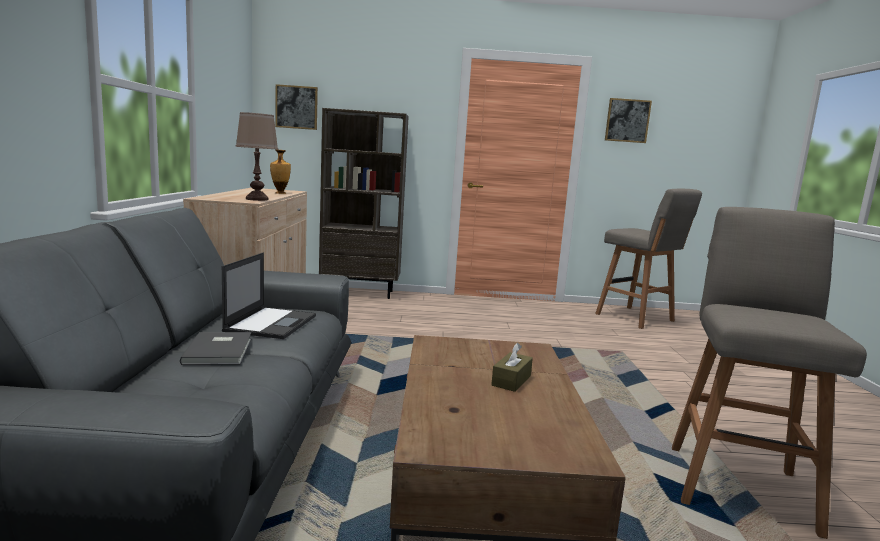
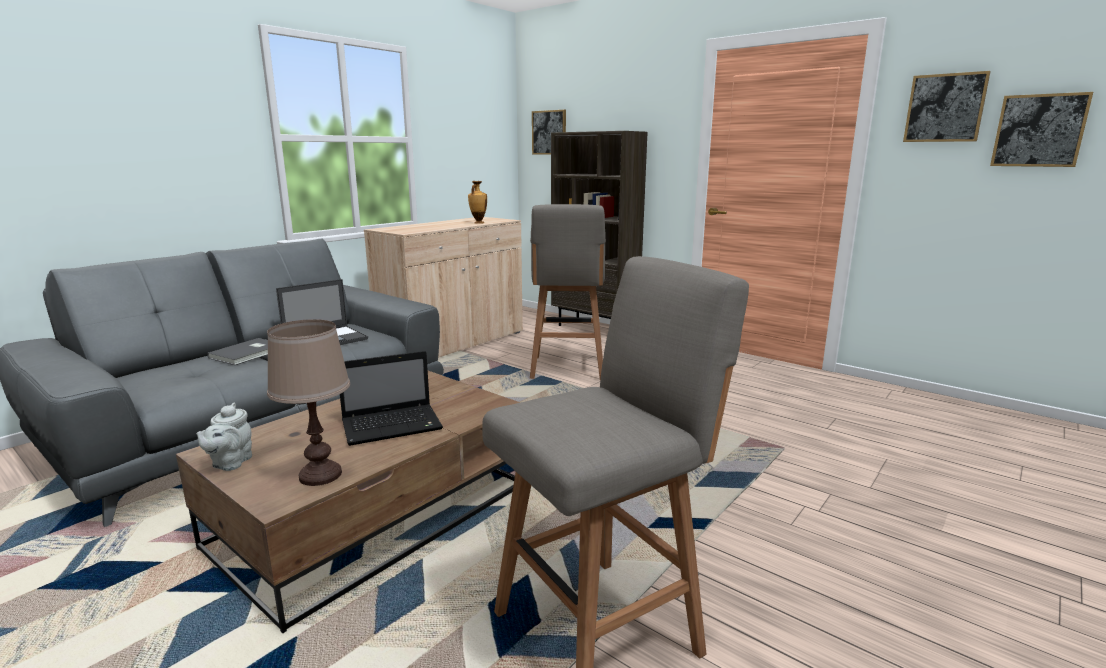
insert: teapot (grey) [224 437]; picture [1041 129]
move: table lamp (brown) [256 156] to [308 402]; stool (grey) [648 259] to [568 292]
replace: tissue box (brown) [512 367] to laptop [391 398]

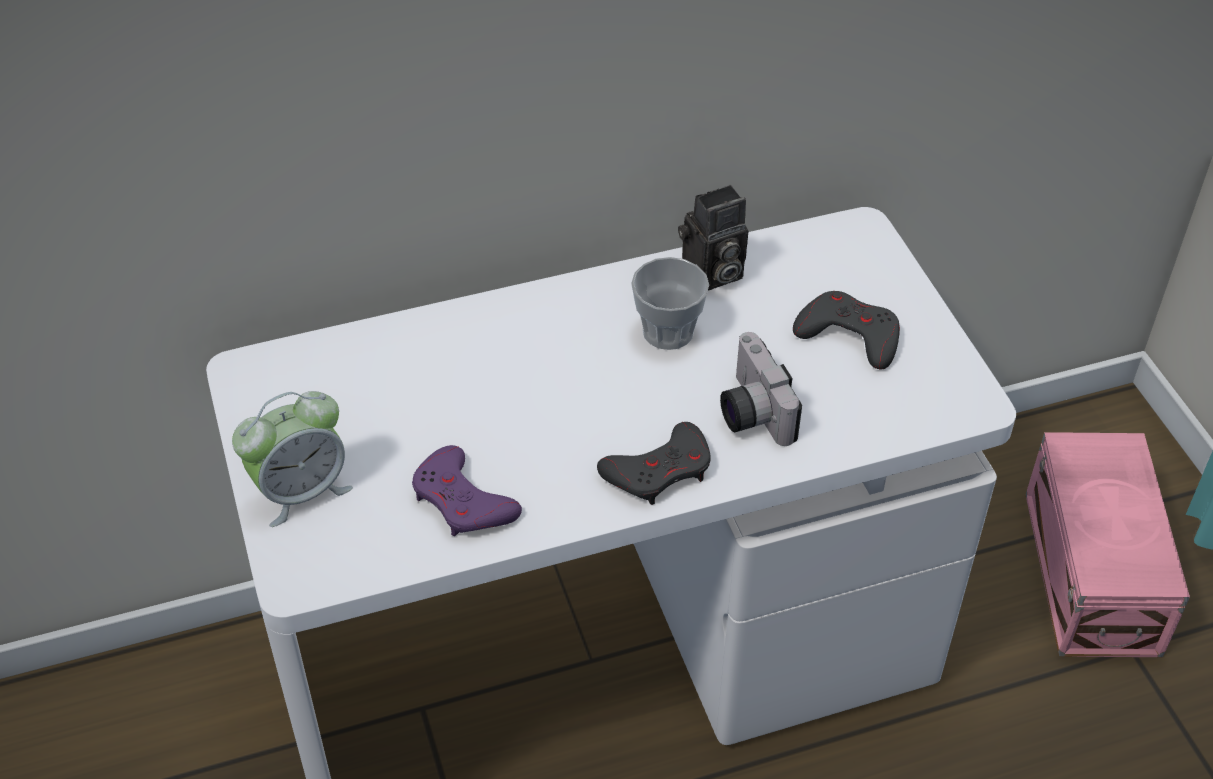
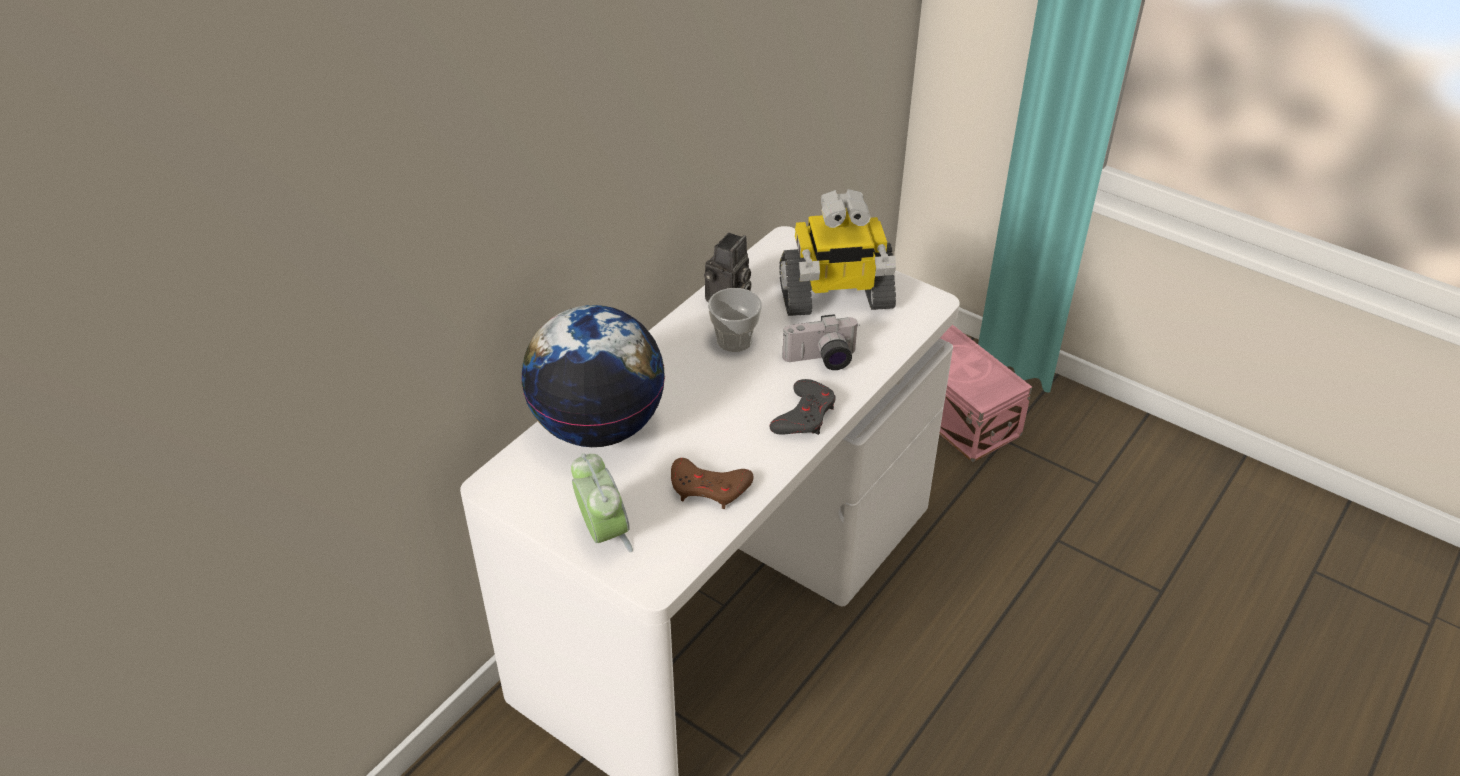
insert: globe [593 376]
replace: game controller (grey) [846 330] to toy robot [837 252]
recolor: game controller (purple) [467 490] to game controller (brown) [712 483]
rotate: alarm clock [292 459] = [602 503] 45 degrees counterclockwise; photo camera [761 389] = [821 342] 45 degrees counterclockwise

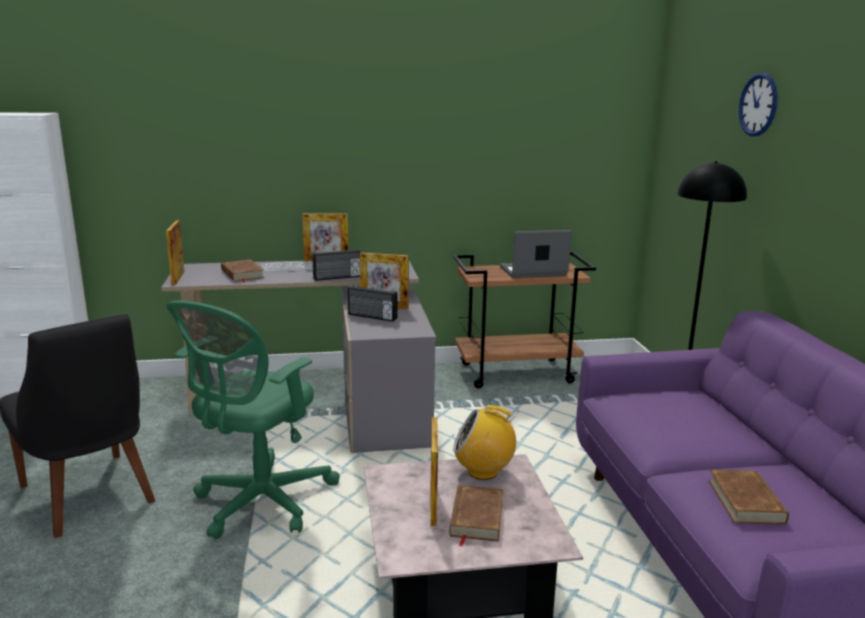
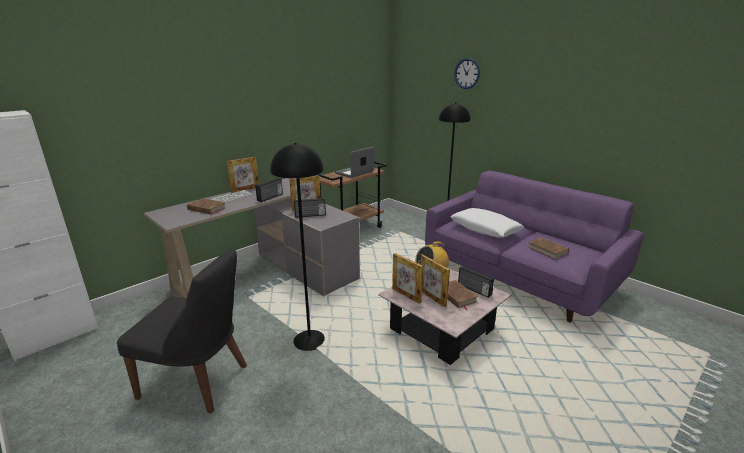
insert: pillow (white) [487 223]; radio [476 281]
move: picture frame [175 253] to [407 278]
replace: office chair (green) [253 420] to floor lamp (black) [297 247]

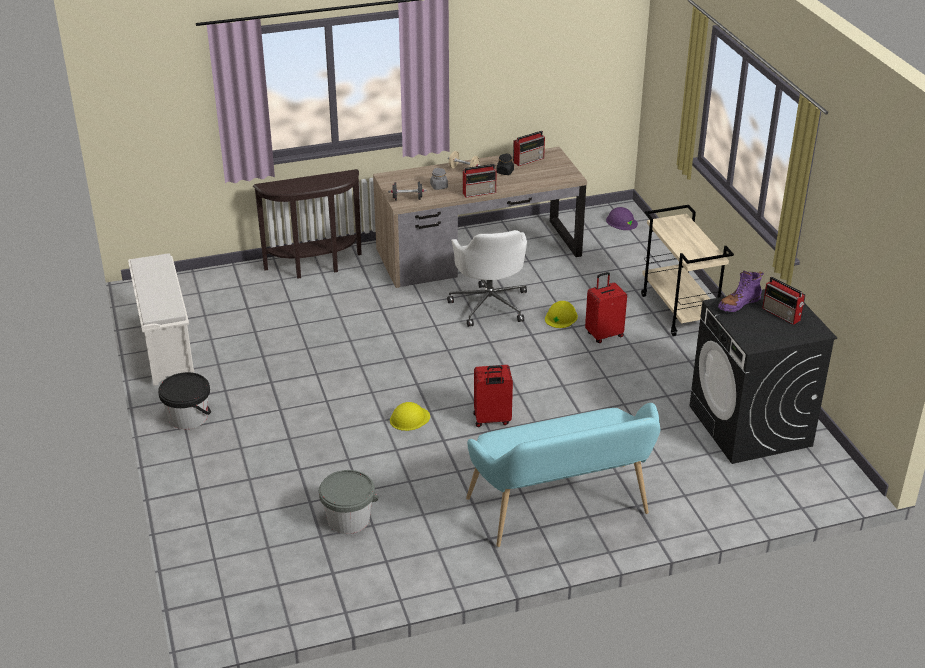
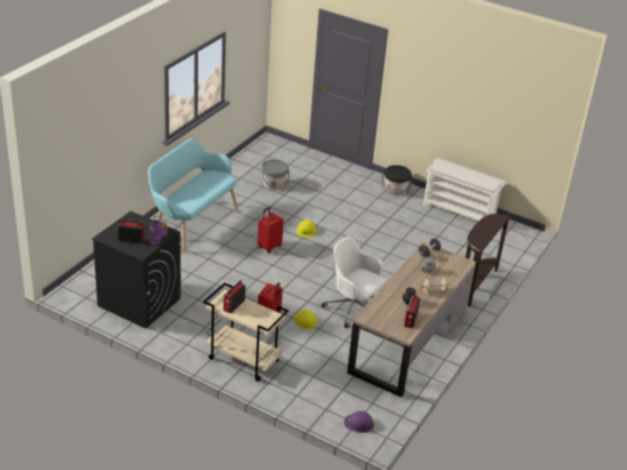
move: radio [480 181] to [234 296]

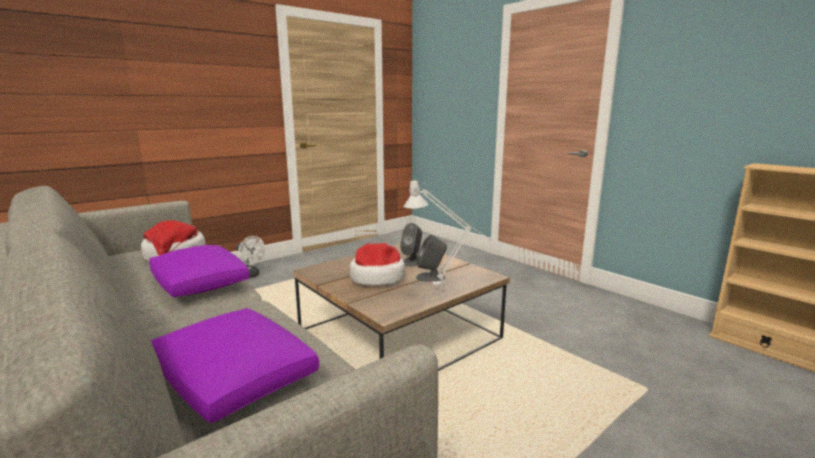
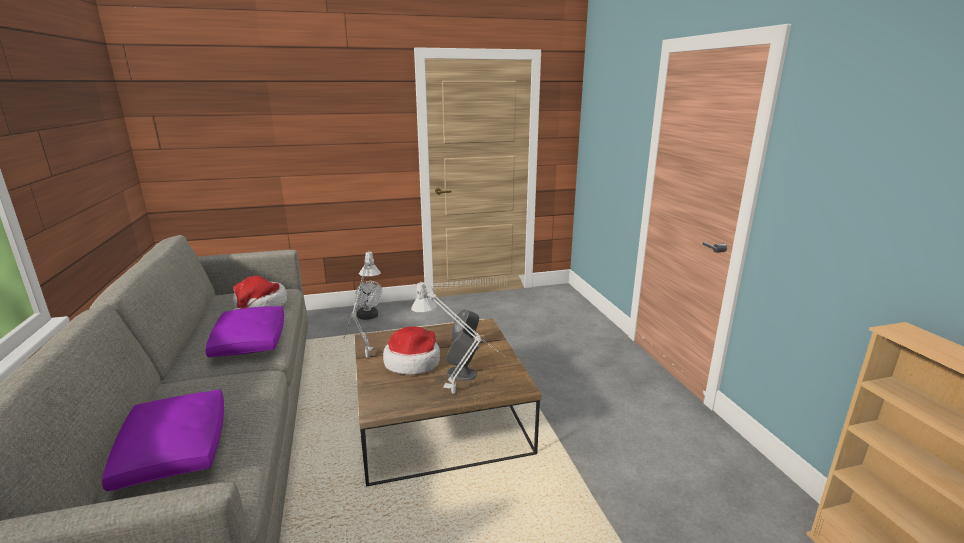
insert: table lamp (grey) [362 305]

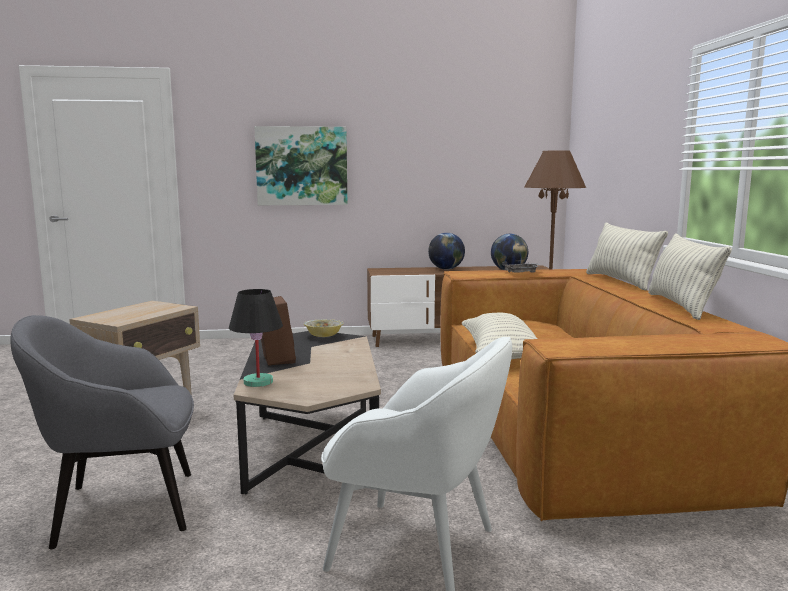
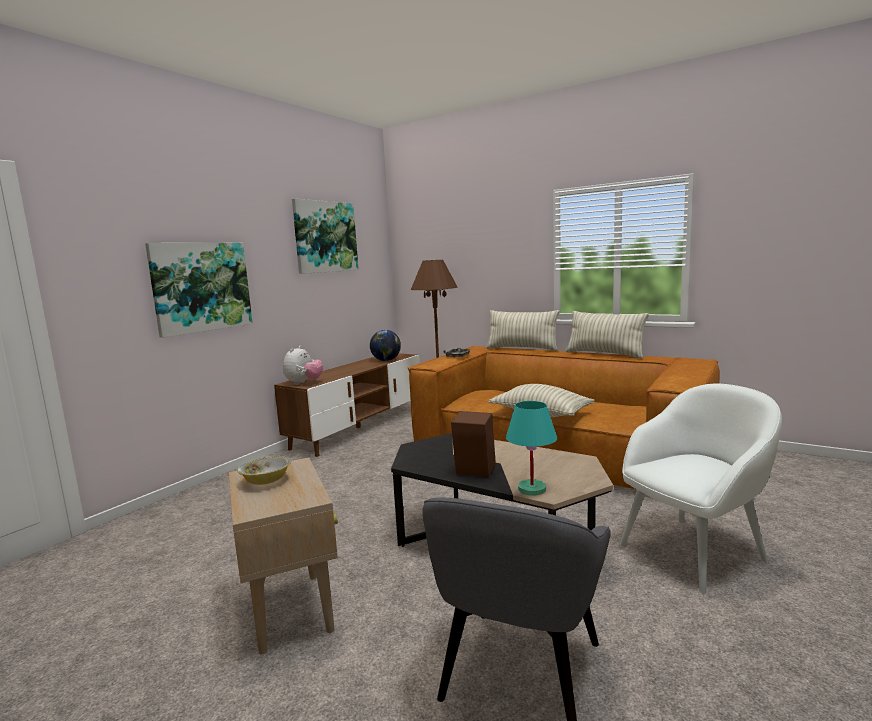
delete: globe [446 251]
insert: plush toy [303 365]; picture [325 236]
move: bowl [324 328] to [264 470]
recolor: table lamp (black) [256 338] to table lamp (turquoise) [531 448]

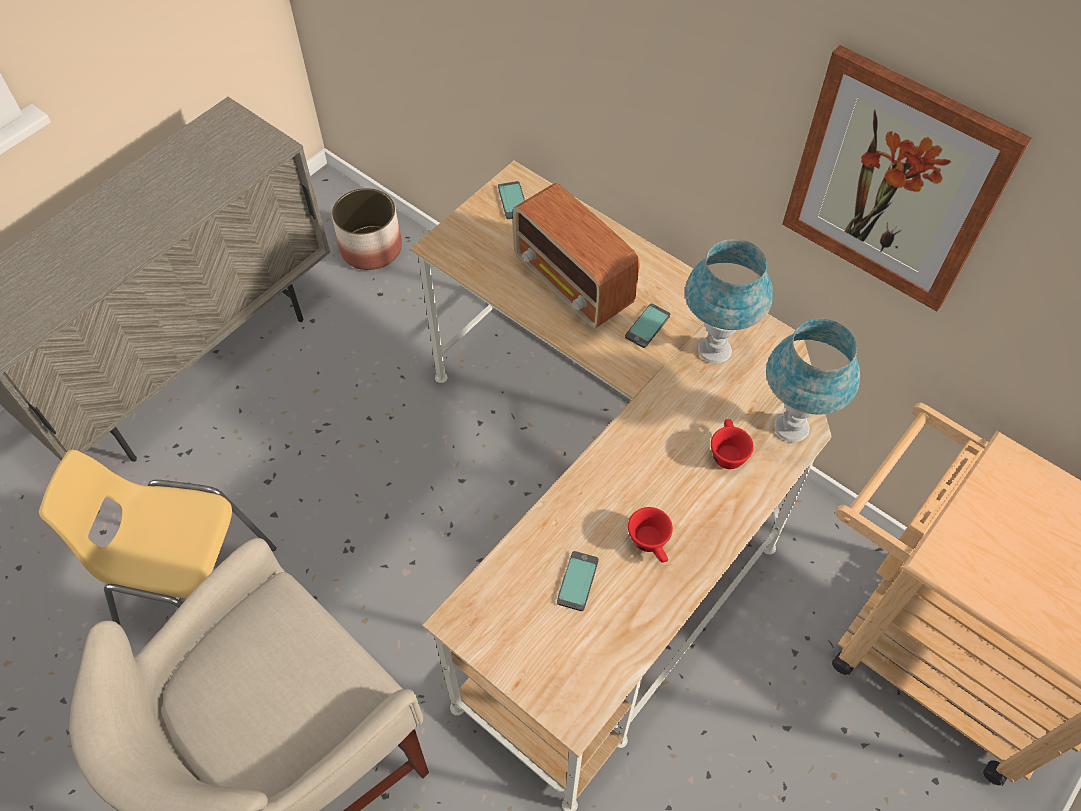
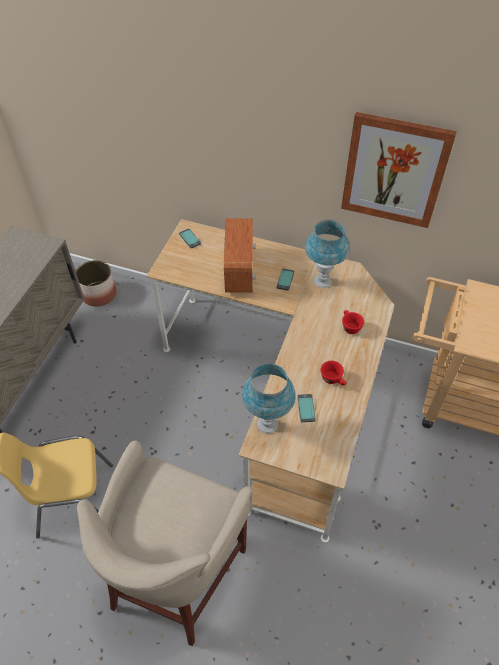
move: table lamp (blue) [813 380] to [269 398]
rotate: radio [576 255] = [240 255] 120 degrees counterclockwise

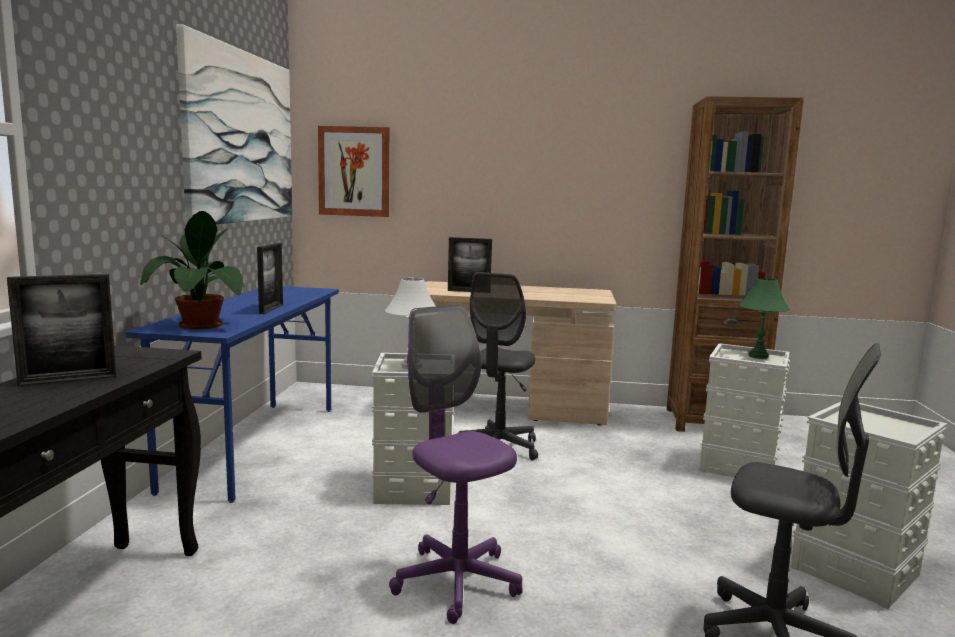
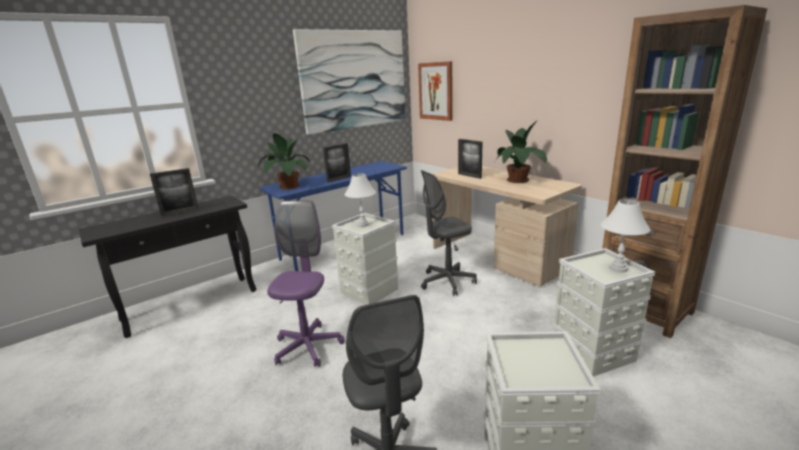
insert: potted plant [521 151]
recolor: table lamp (green) [764 318] to table lamp (white) [625 236]
rotate: picture frame [61 330] = [174 192] 45 degrees counterclockwise

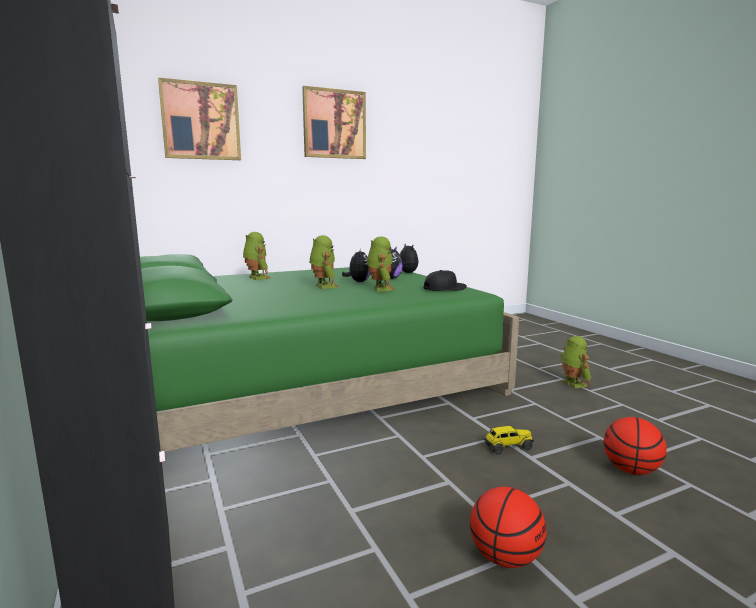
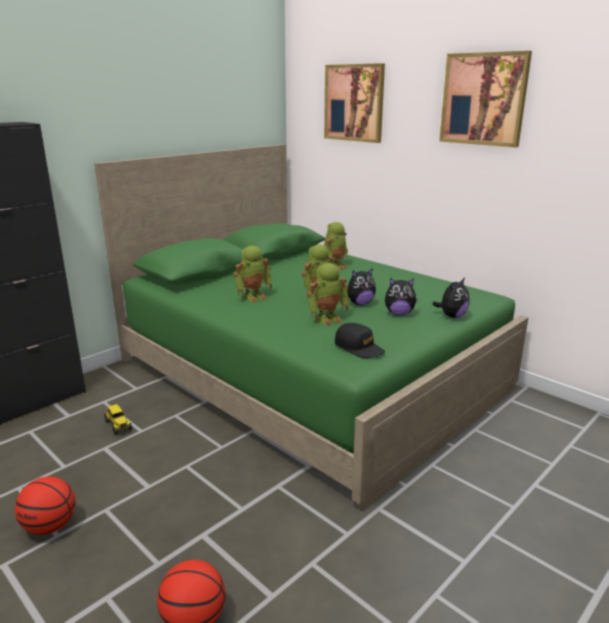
move: toy truck [508 440] to [118 419]; toy robot [576 362] to [252 274]

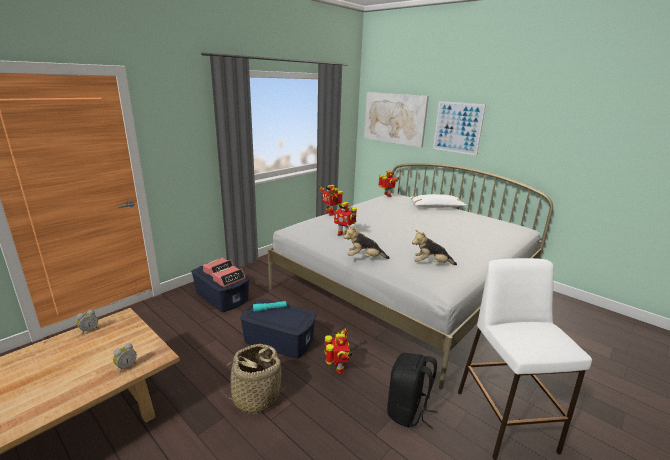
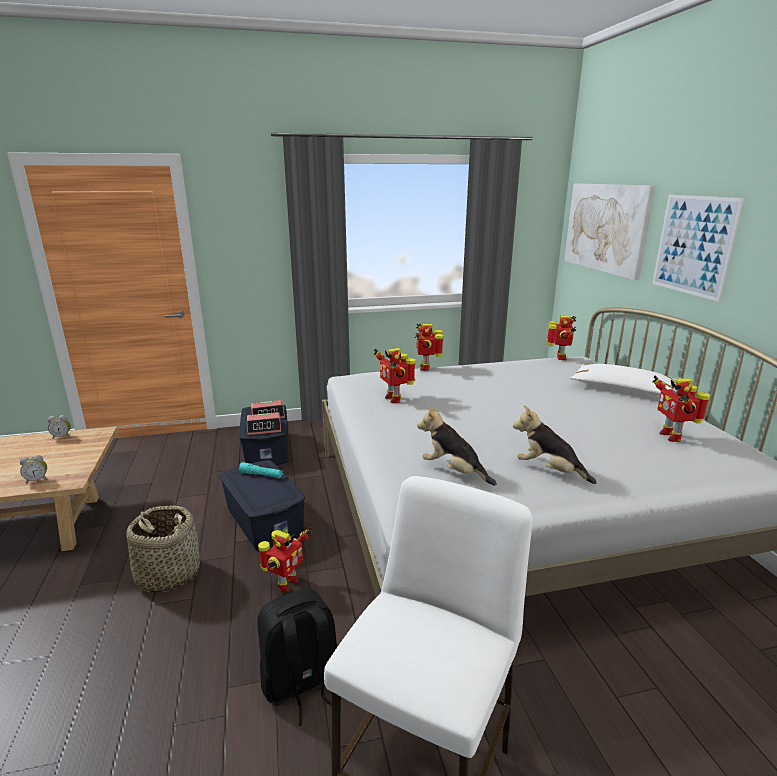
insert: toy robot [681 409]
move: plush toy [367 242] to [555 444]

